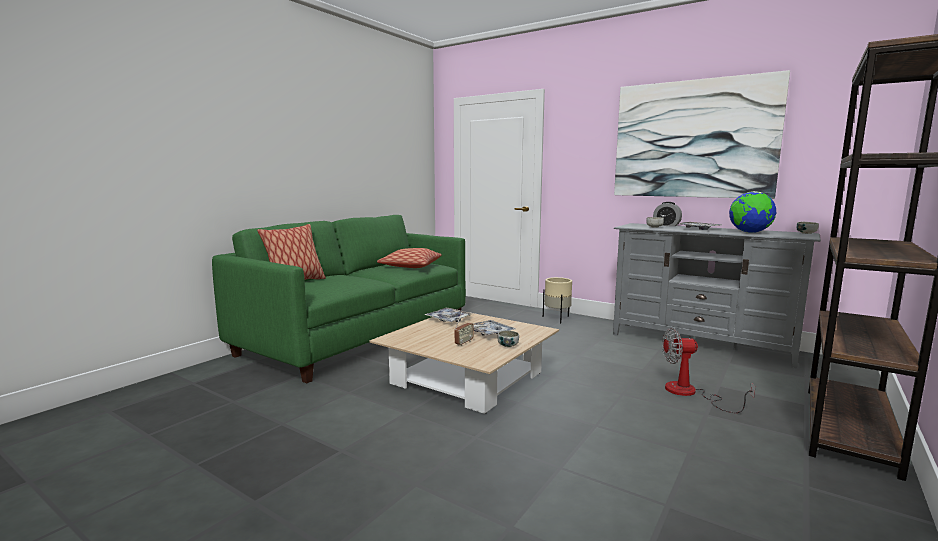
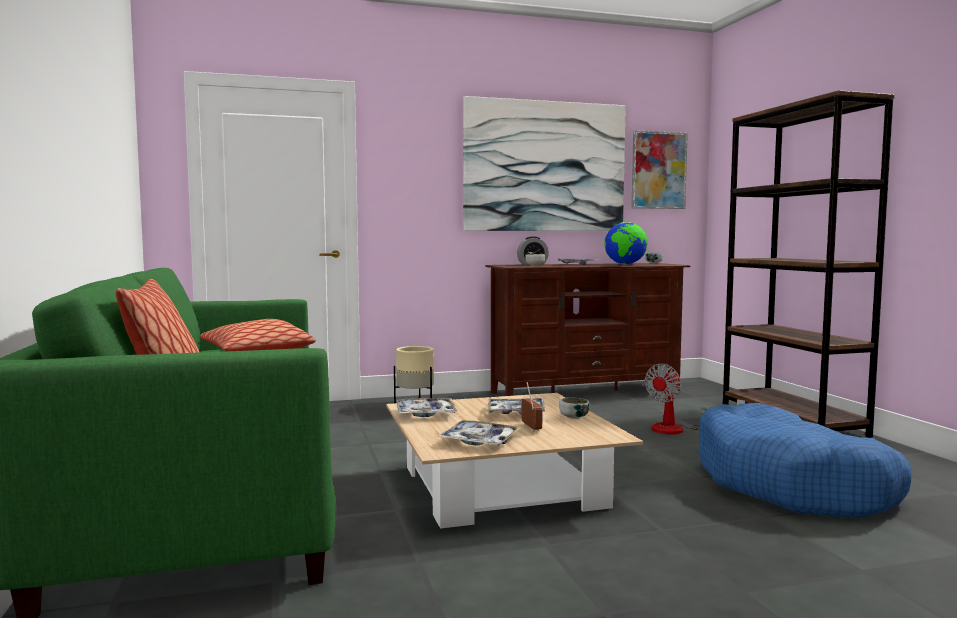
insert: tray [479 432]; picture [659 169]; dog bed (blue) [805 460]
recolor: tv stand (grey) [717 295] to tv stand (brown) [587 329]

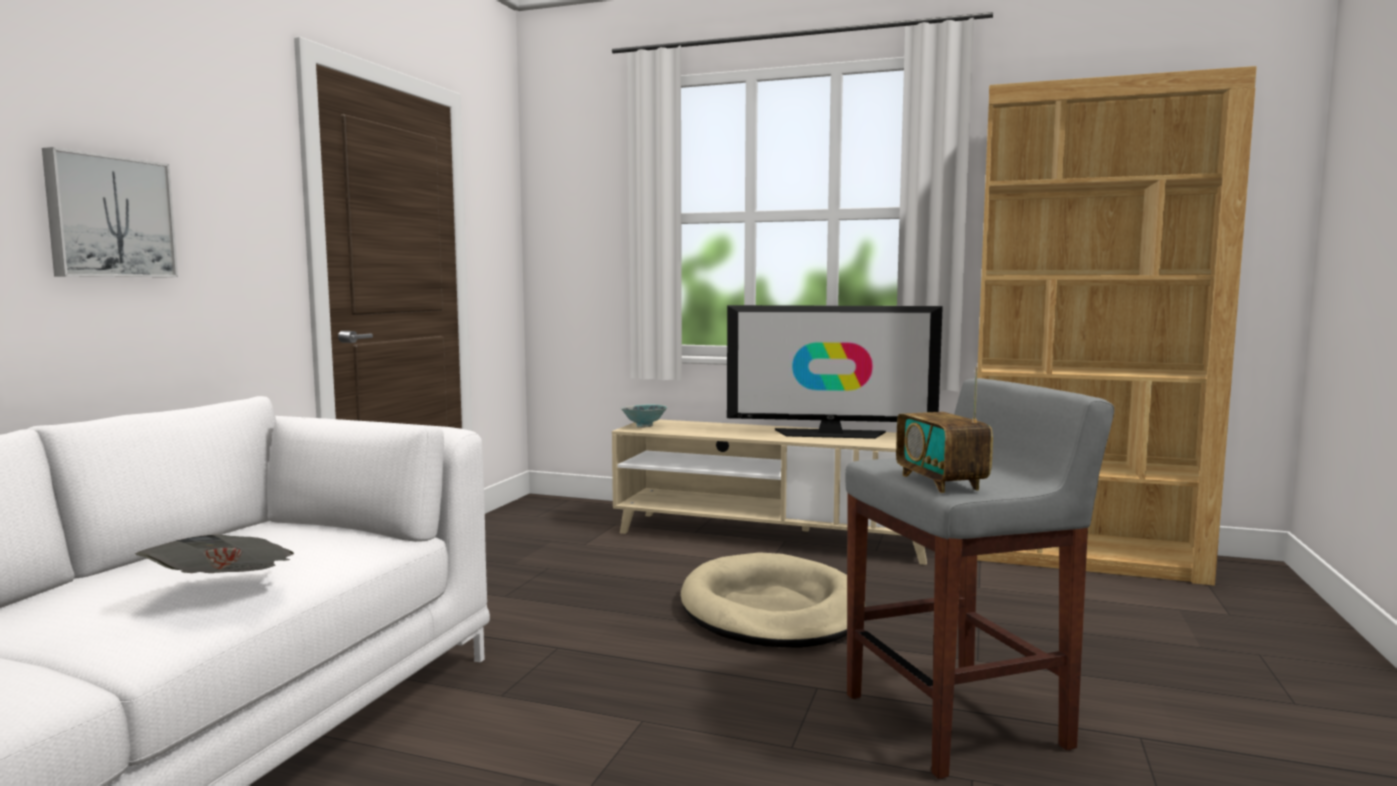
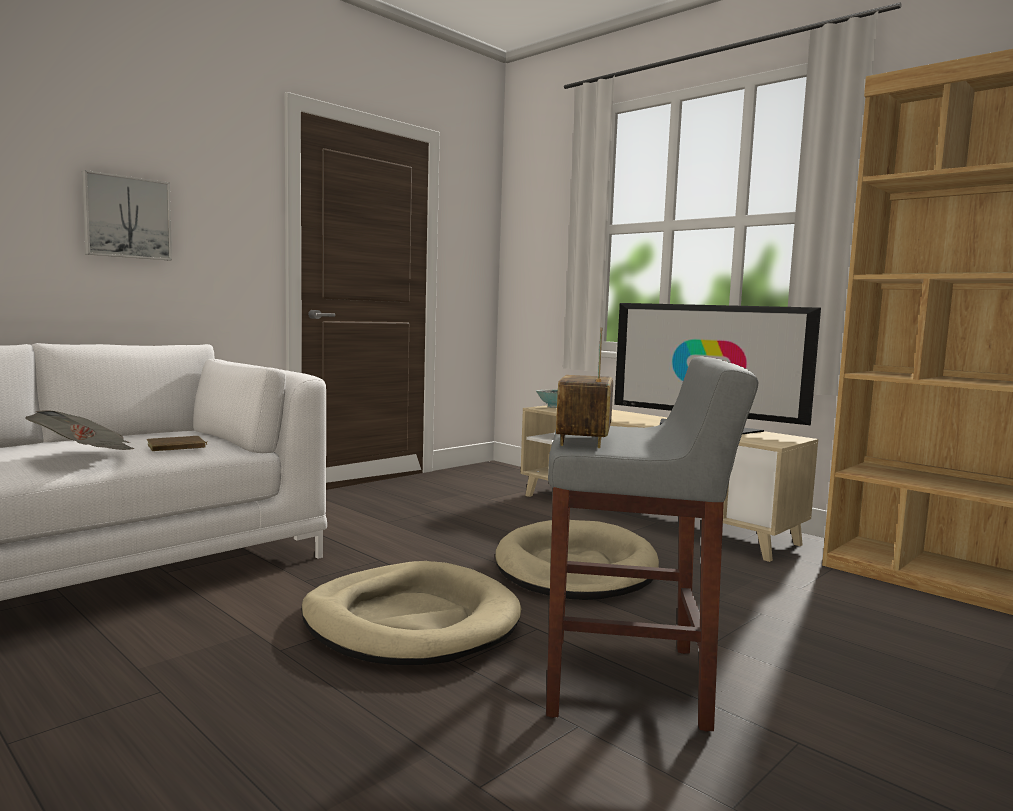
insert: book (brown) [177 443]; dog bed (beige) [411 613]

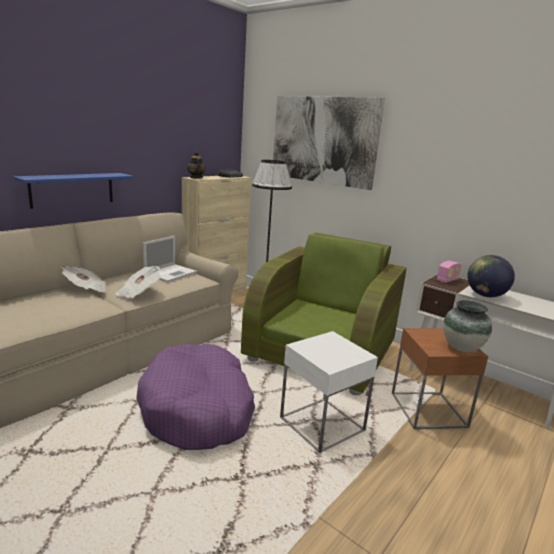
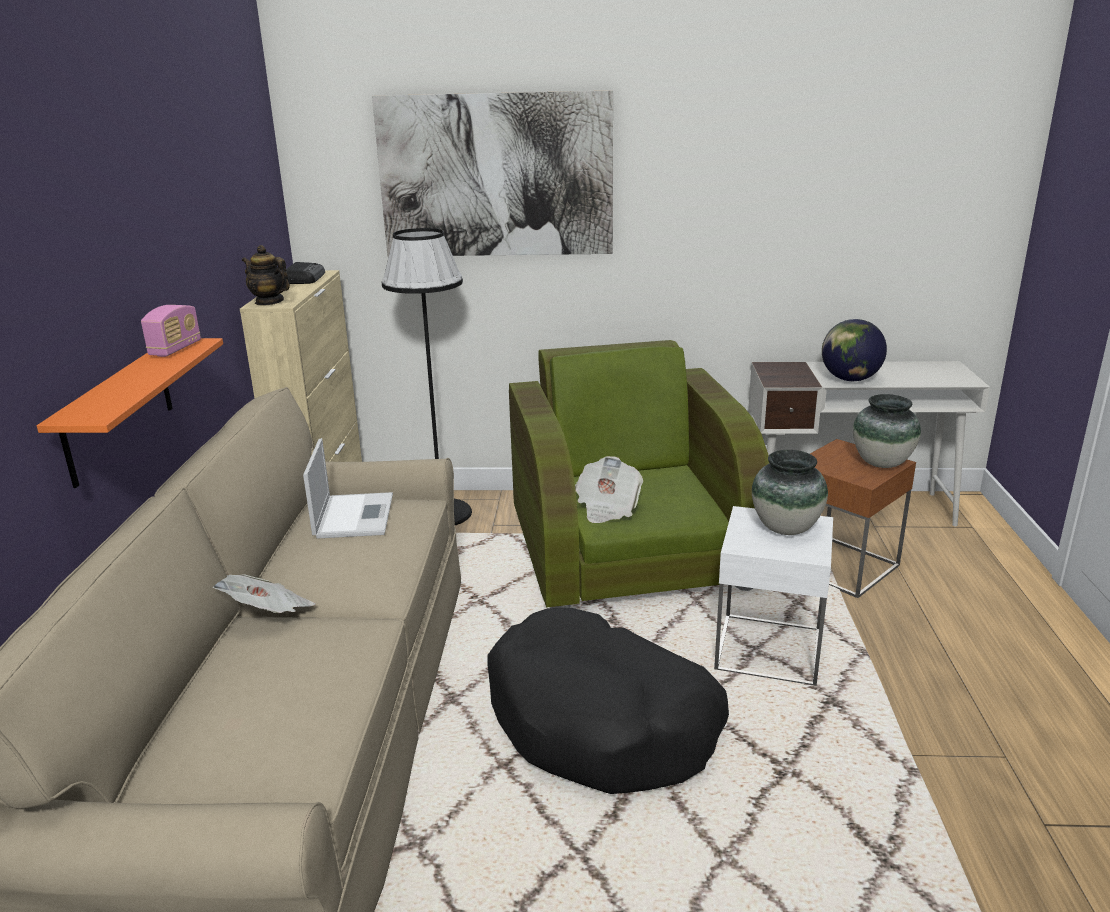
insert: vase [790 492]
move: newspaper [138 282] to [609 489]; radio [449 272] to [171 331]
recolor: shelf (blue) [73 191] to shelf (orange) [130 413]; dog bed (purple) [195 396] to dog bed (black) [608 701]

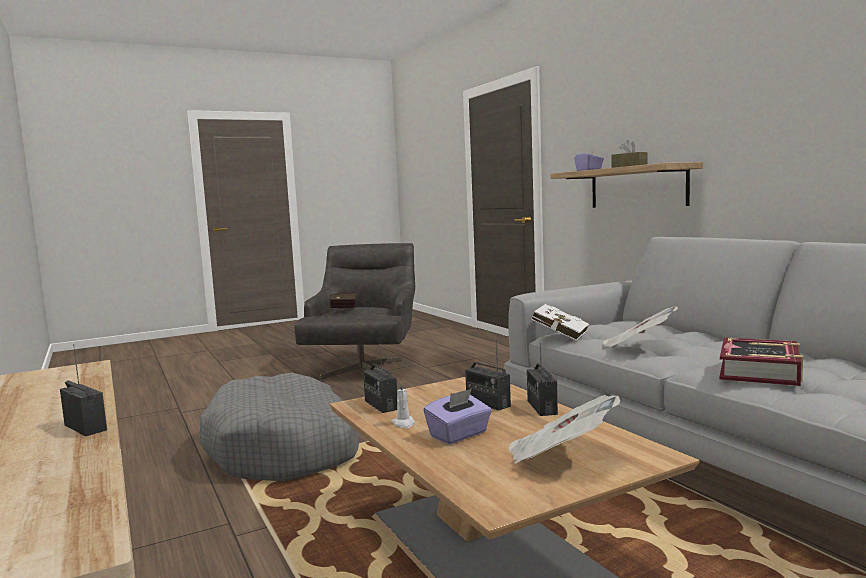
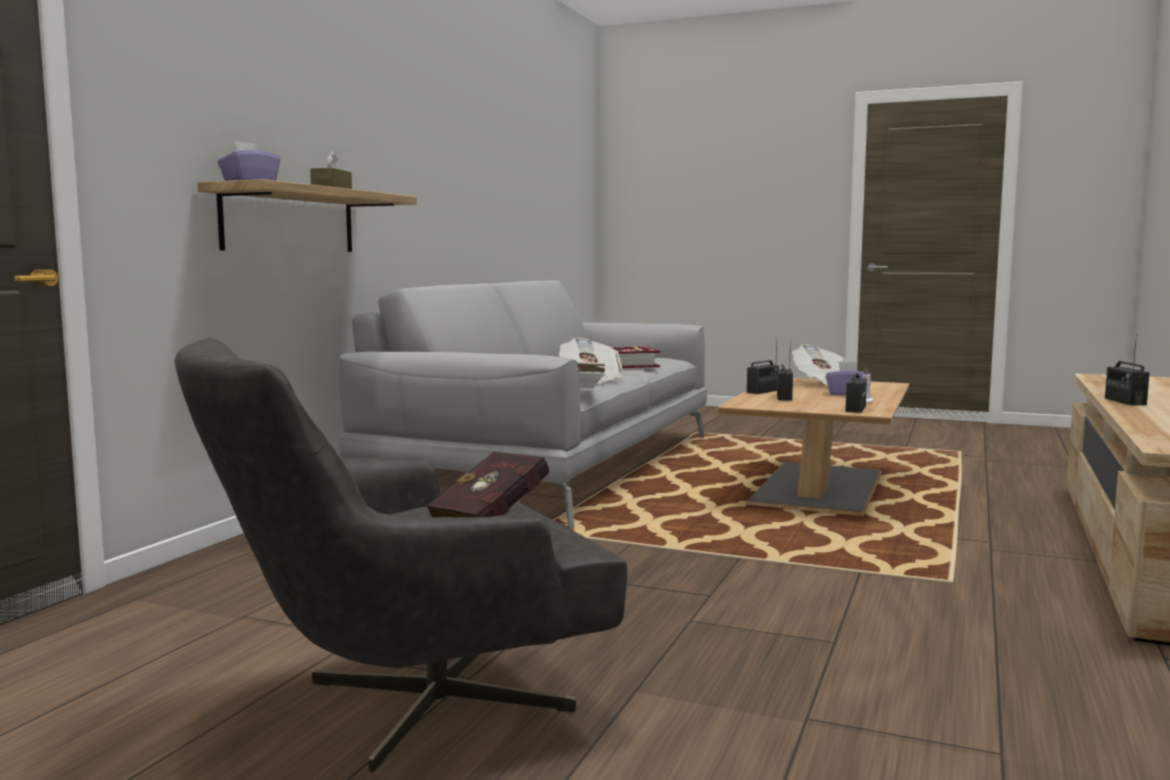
delete: dog bed (grey) [280 427]

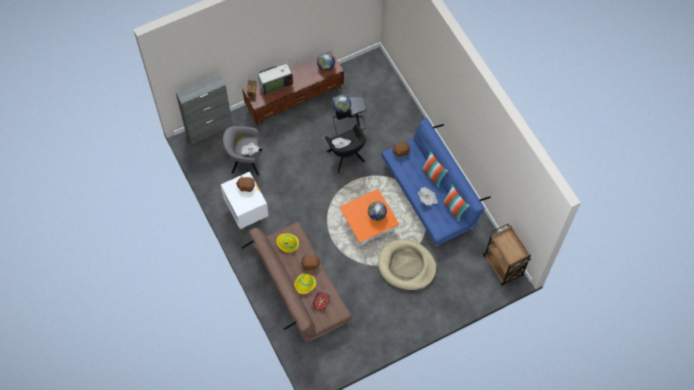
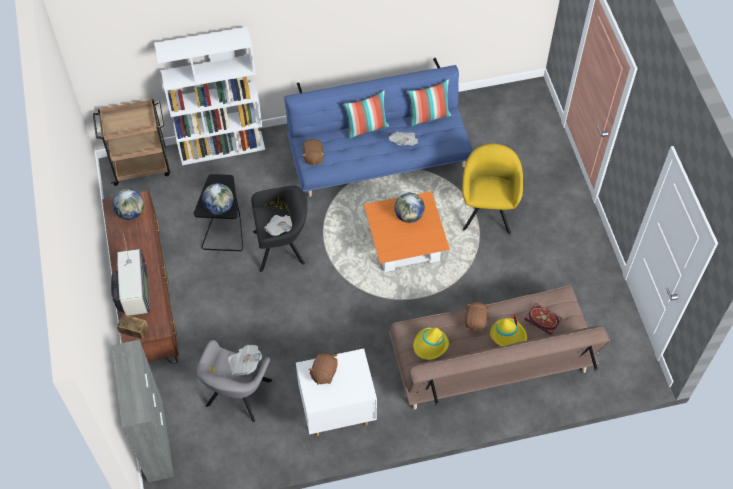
insert: bookcase (white) [210 96]
move: cart (brown) [507 254] to [131 142]
replace: dog bed (beige) [407 265] to armchair (yellow) [492 189]

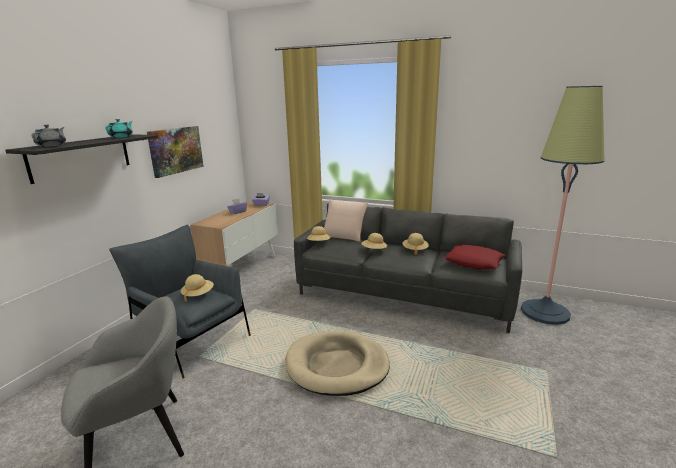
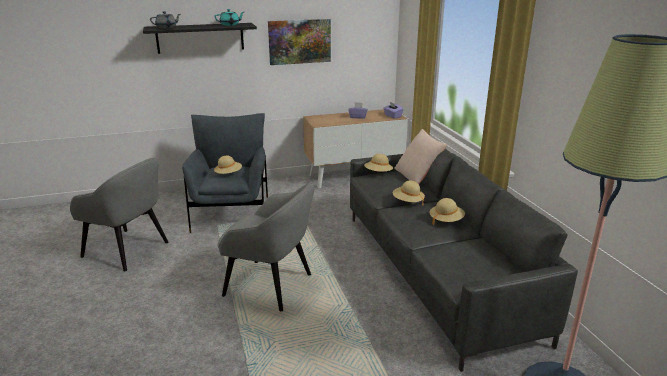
delete: pillow (red) [475 257]
replace: dog bed (beige) [338 363] to armchair (grey) [265 247]

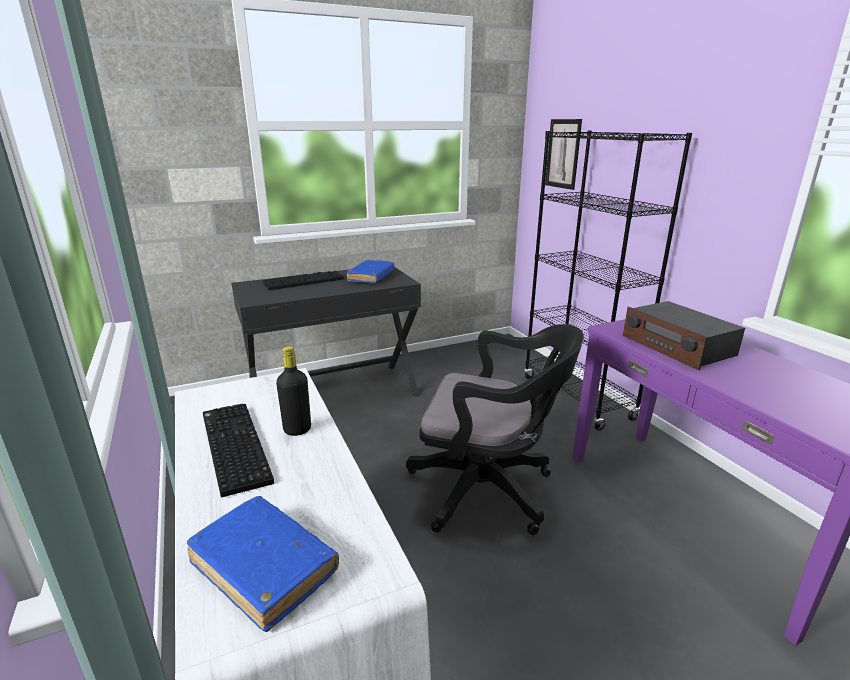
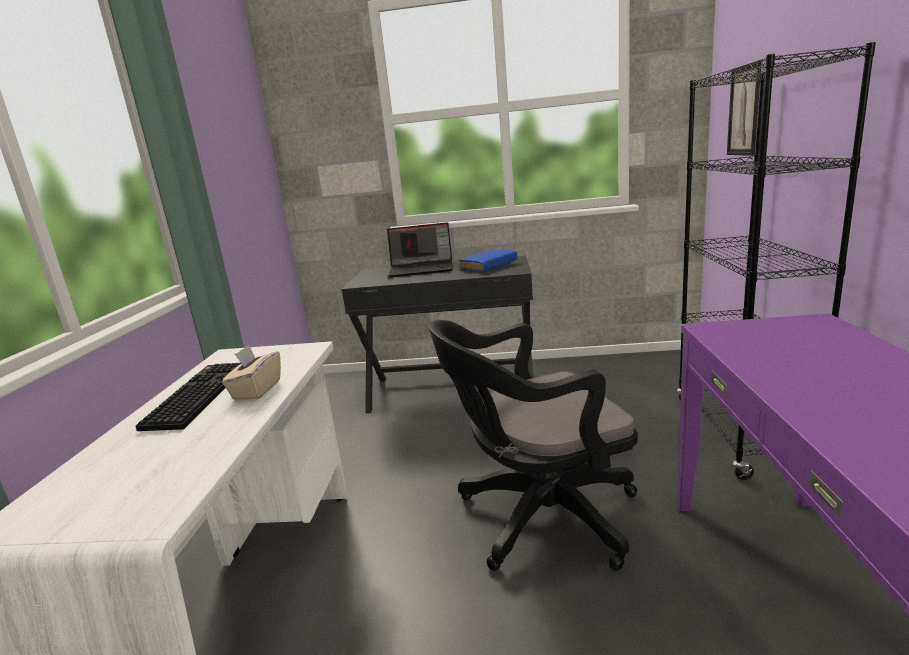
delete: book (blue) [263 564]; radio [684 335]
replace: keyboard [303 280] to laptop [420 249]; bottle (black) [293 391] to tissue box (beige) [251 372]
rotate: office chair (black) [495 429] = [533 445] 120 degrees clockwise

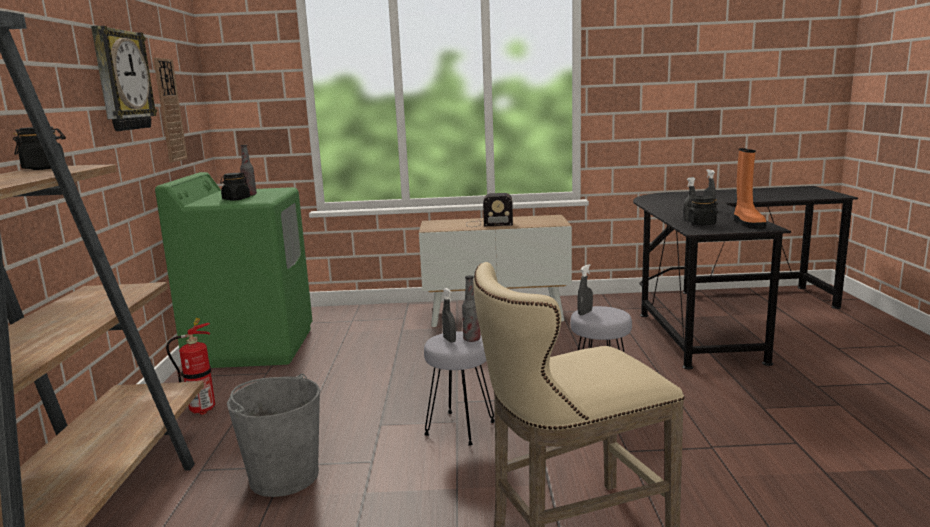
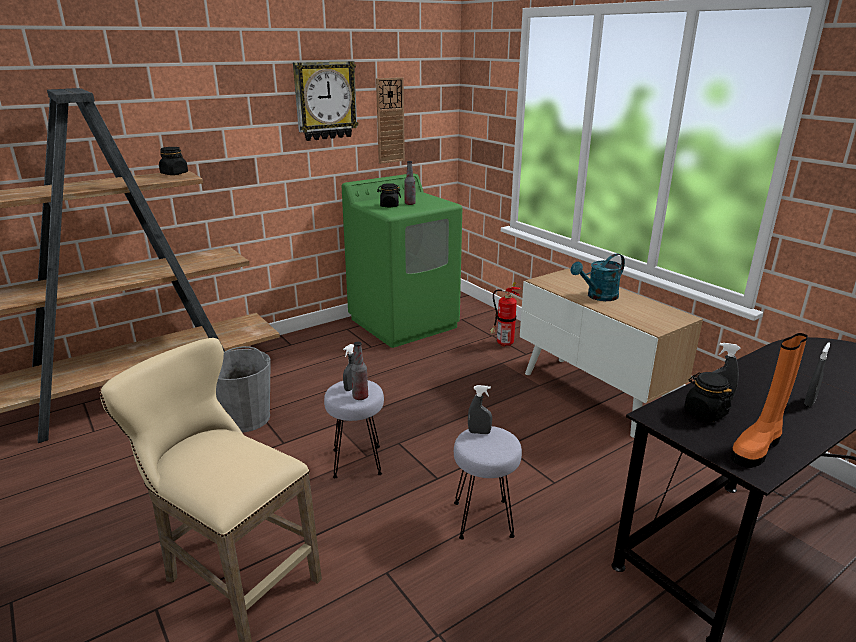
move: fire extinguisher [190 366] to [505 314]
replace: radio [489 210] to watering can (turquoise) [598 277]

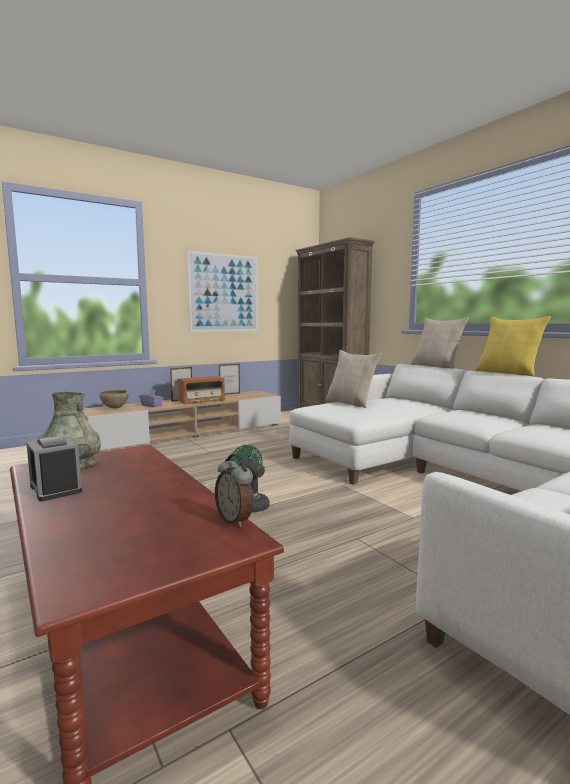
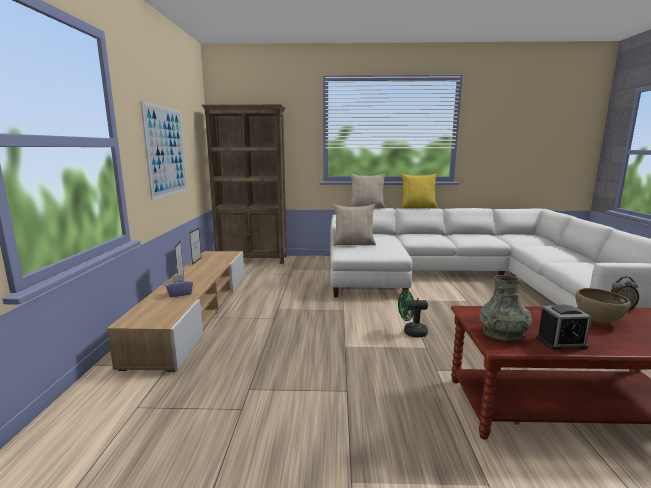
delete: radio [201 390]
move: bowl (brown) [114 399] to [603 305]

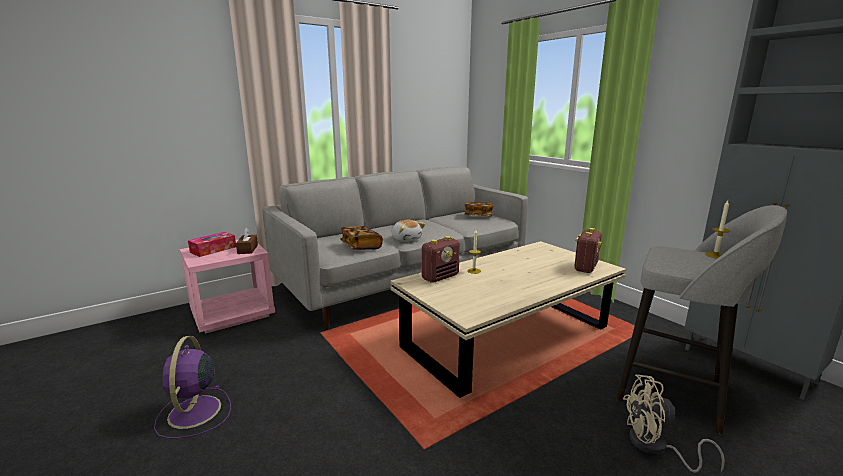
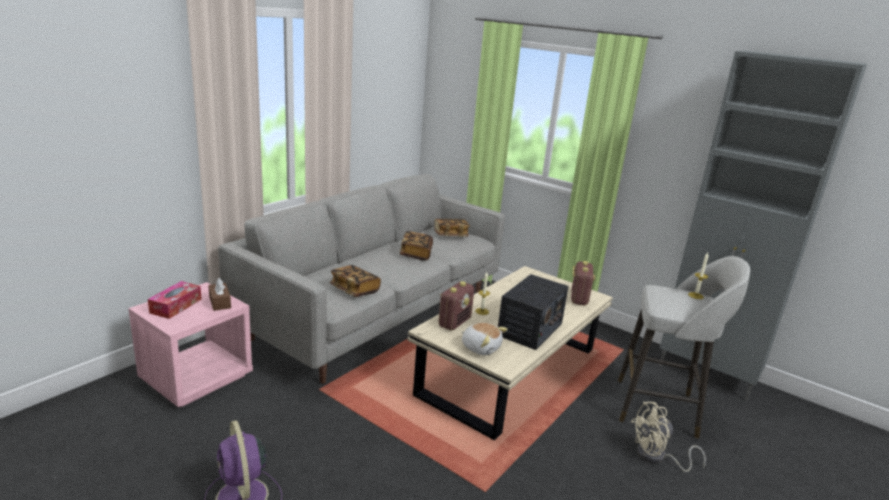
insert: book [416 246]; radio [533 312]
move: plush toy [408 231] to [484 339]

